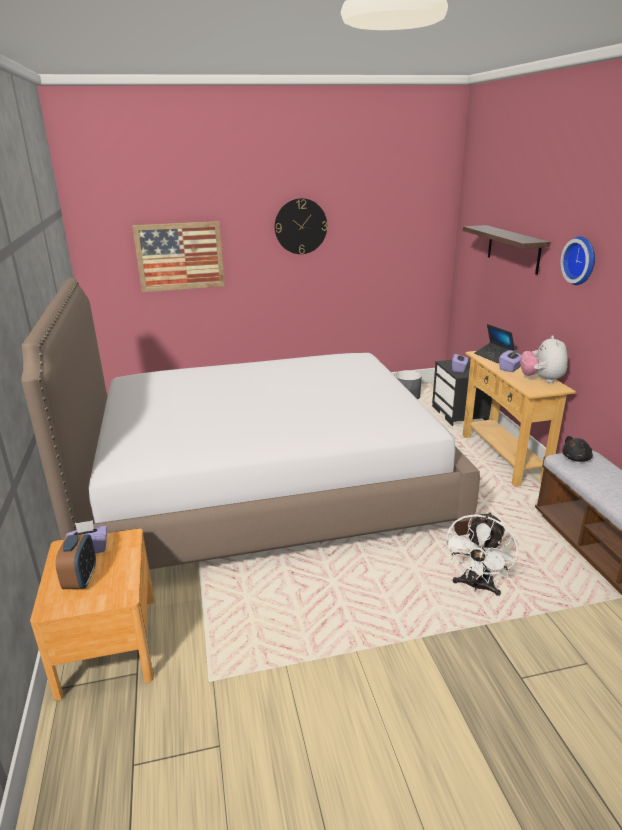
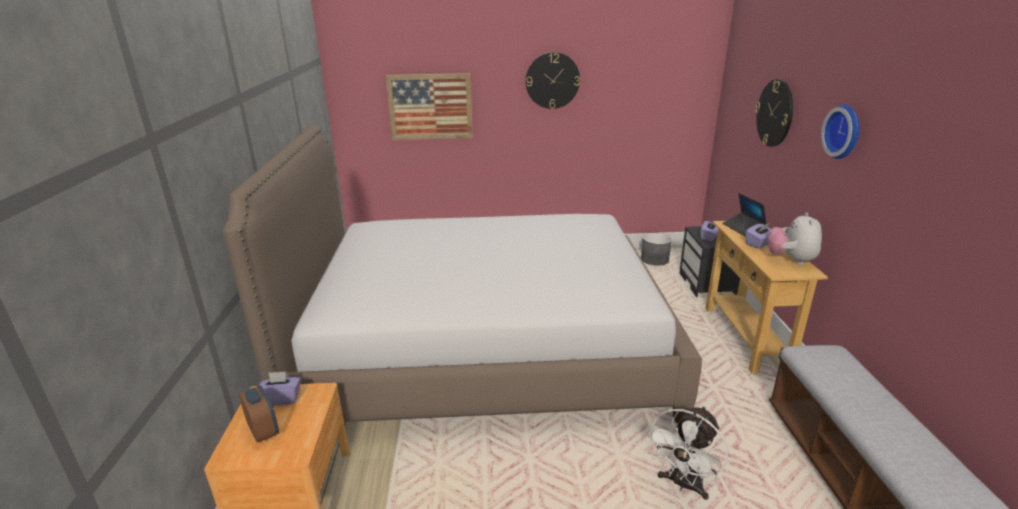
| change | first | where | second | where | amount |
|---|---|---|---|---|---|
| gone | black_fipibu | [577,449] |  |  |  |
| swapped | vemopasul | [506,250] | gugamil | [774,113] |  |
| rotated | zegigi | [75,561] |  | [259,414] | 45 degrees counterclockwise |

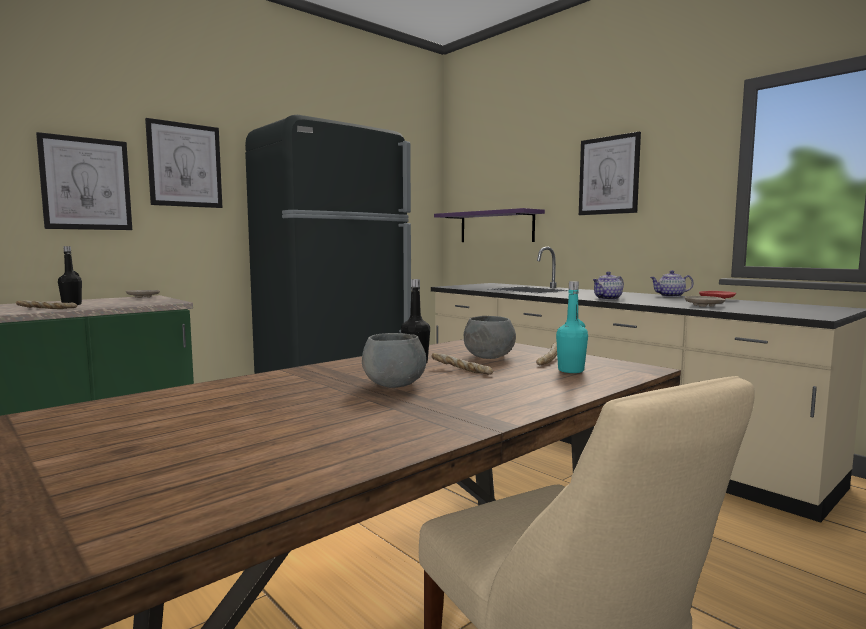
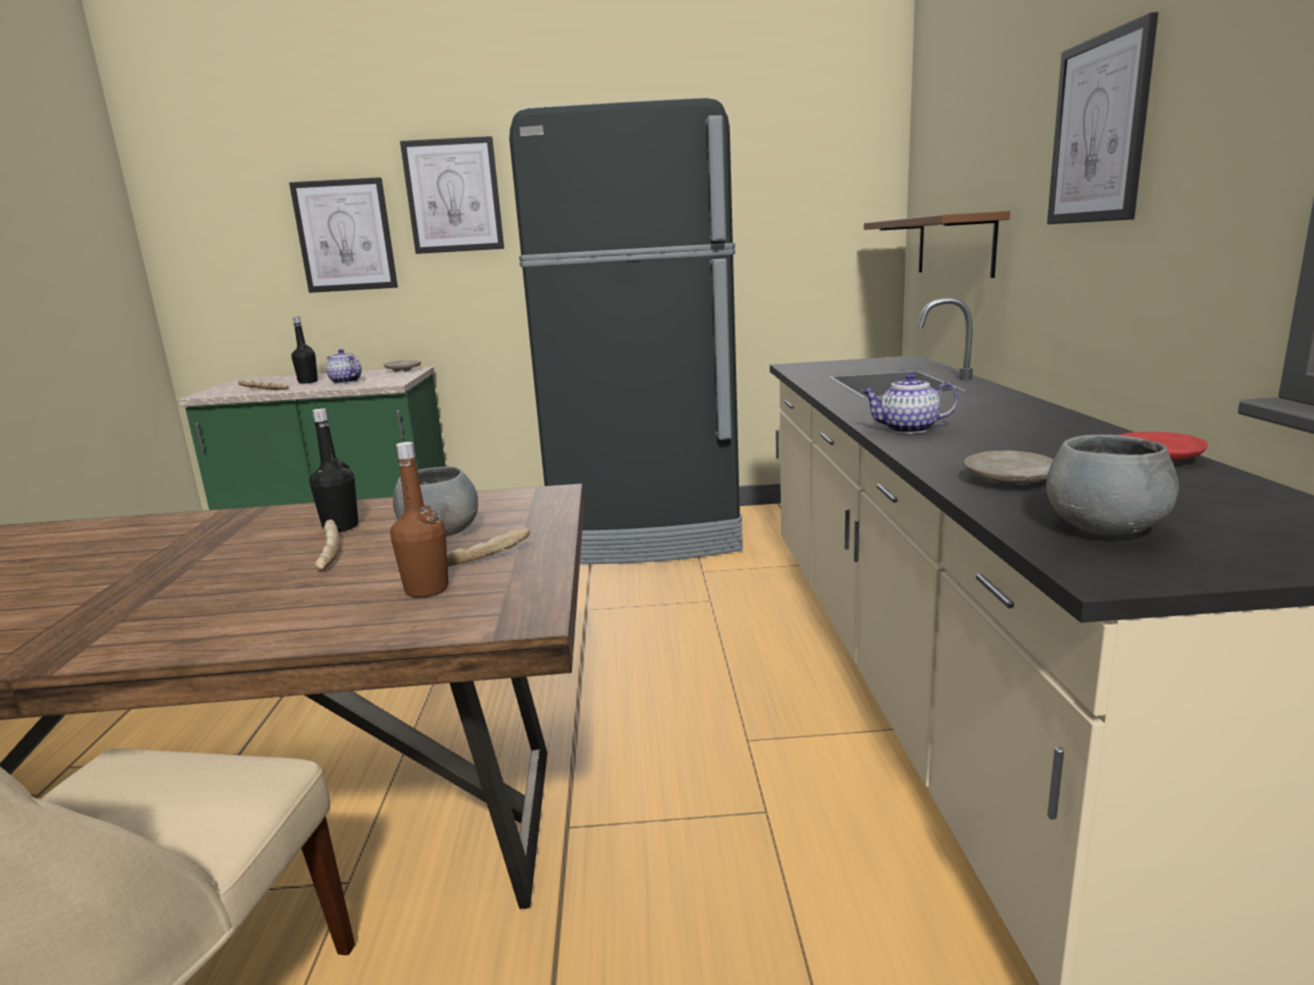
| change | first | where | second | where | amount |
|---|---|---|---|---|---|
| shifted | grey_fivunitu | [394,360] |  | [1112,485] |  |
| shifted | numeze | [672,283] |  | [344,366] |  |
| repainted | purple_vemopasul | [489,225] | brown_vemopasul | [937,244] |  |
| repainted | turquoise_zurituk | [572,327] | brown_zurituk | [419,520] |  |

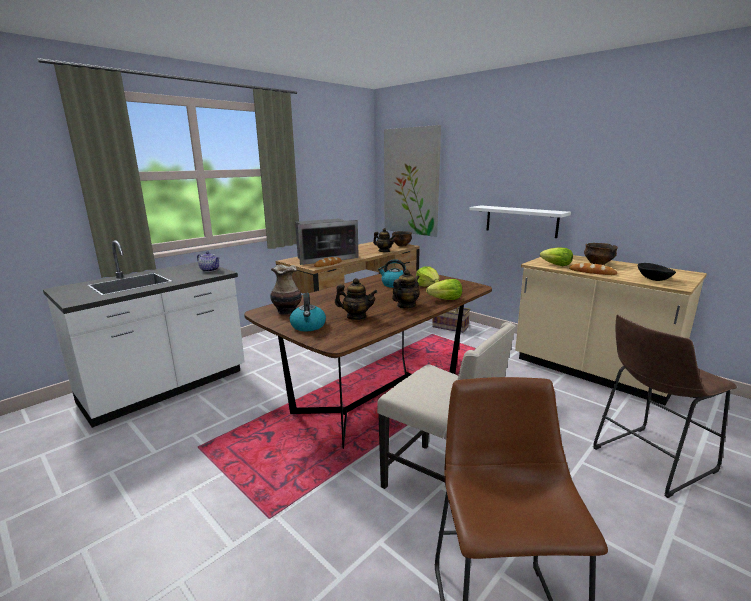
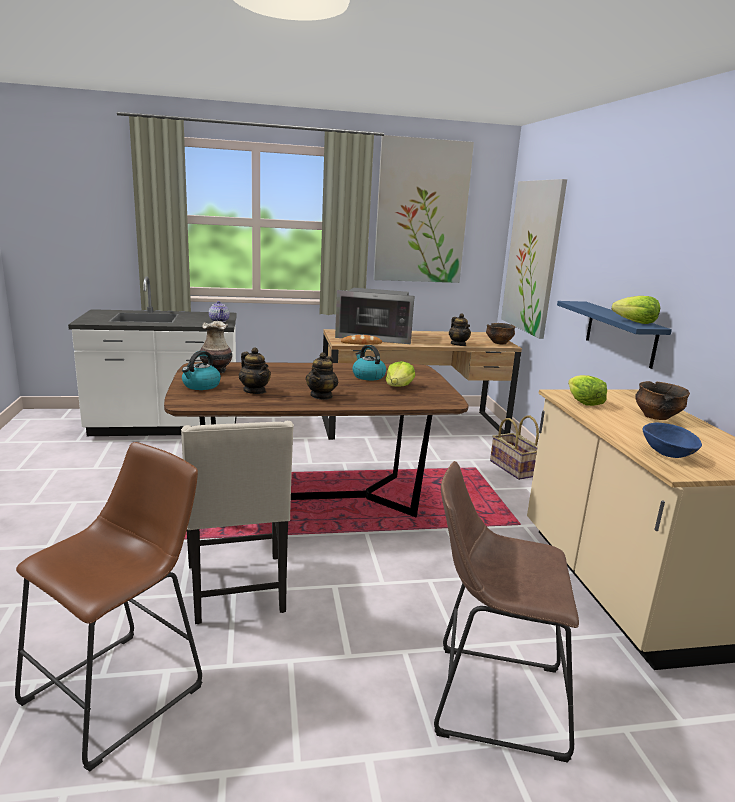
| change | first | where | second | where | amount |
|---|---|---|---|---|---|
| gone | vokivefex | [593,269] |  |  |  |
| new |  |  | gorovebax | [423,209] |  |
| shifted | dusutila | [444,289] |  | [636,310] |  |
| repainted | white_vemopasul | [520,221] | blue_vemopasul | [614,335] |  |
| repainted | black_fivunitu | [656,272] | blue_fivunitu | [672,440] |  |
| rotated | numeze | [406,288] |  | [322,376] | 120 degrees clockwise |

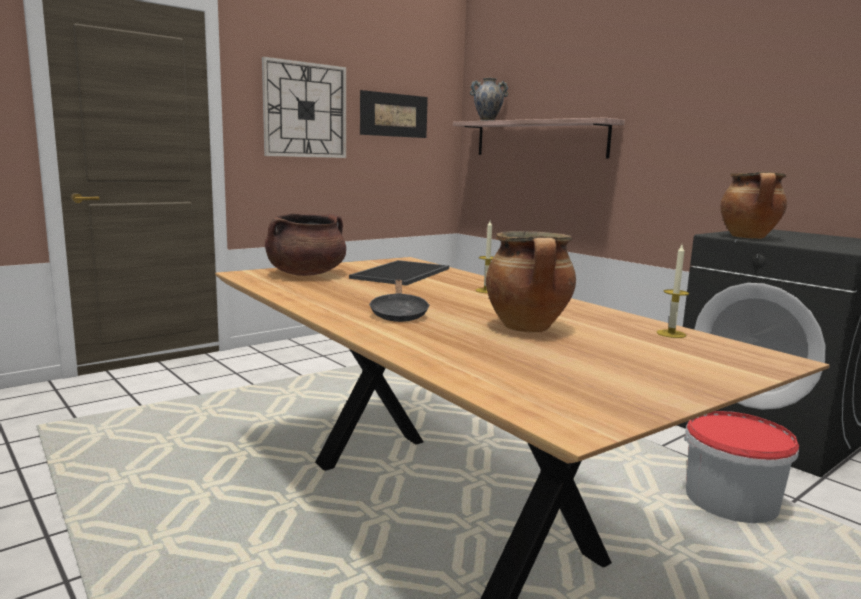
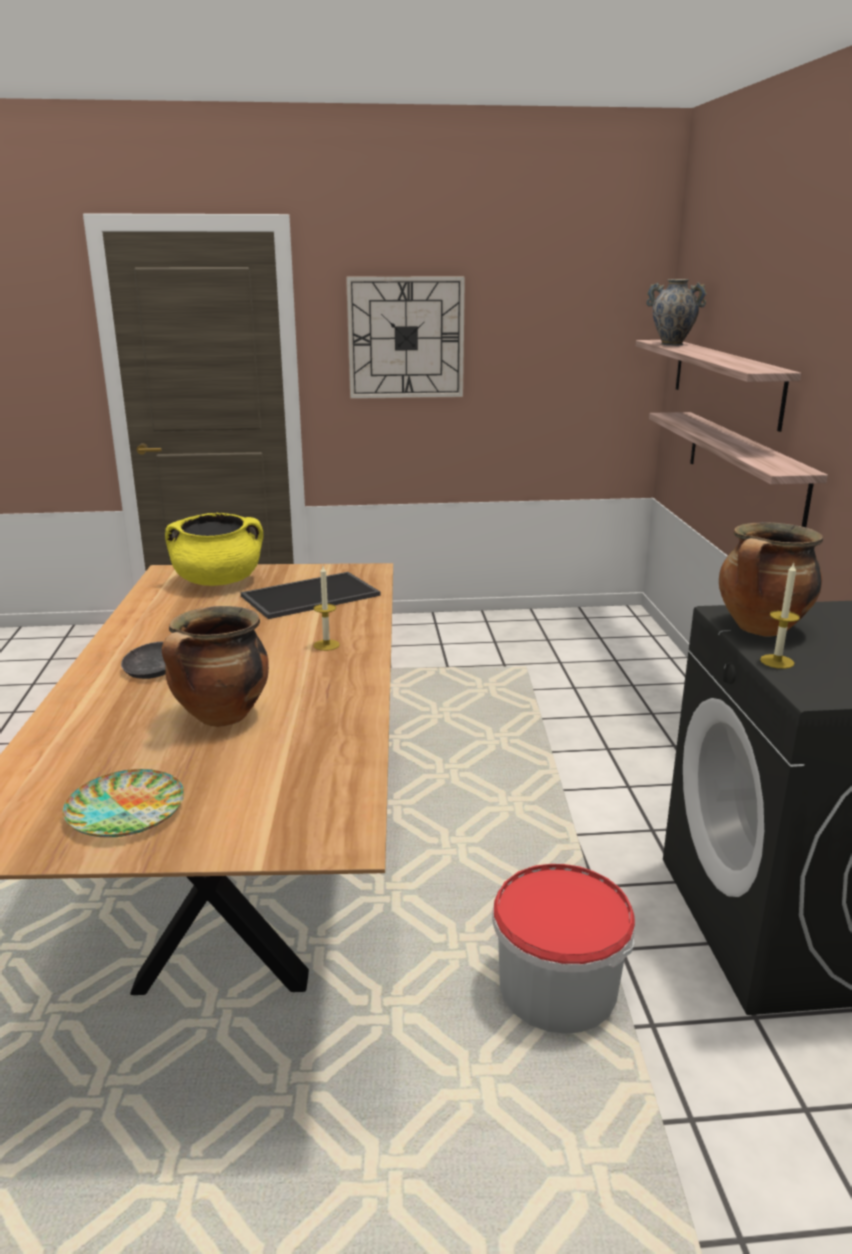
| change | first | where | second | where | amount |
|---|---|---|---|---|---|
| gone | gorovebax | [394,114] |  |  |  |
| new |  |  | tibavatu | [123,803] |  |
| new |  |  | vemopasul | [738,469] |  |
| shifted | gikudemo | [673,291] |  | [780,615] |  |
| repainted | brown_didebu | [305,245] | yellow_didebu | [214,549] |  |

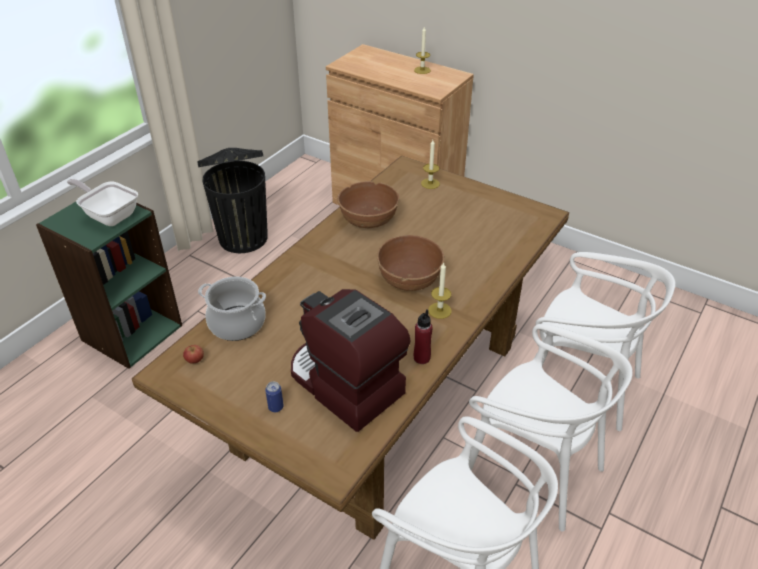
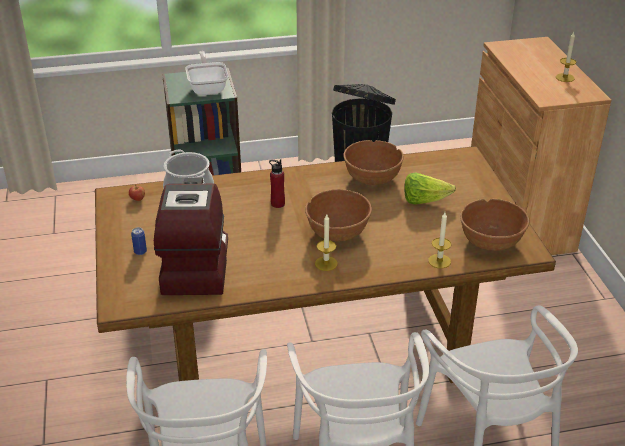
| change | first | where | second | where | amount |
|---|---|---|---|---|---|
| new |  |  | dusutila | [430,188] |  |
| new |  |  | brown_fivunitu | [495,225] |  |
| shifted | red_zurituk | [423,337] |  | [277,183] |  |
| shifted | gikudemo | [430,164] |  | [439,240] |  |

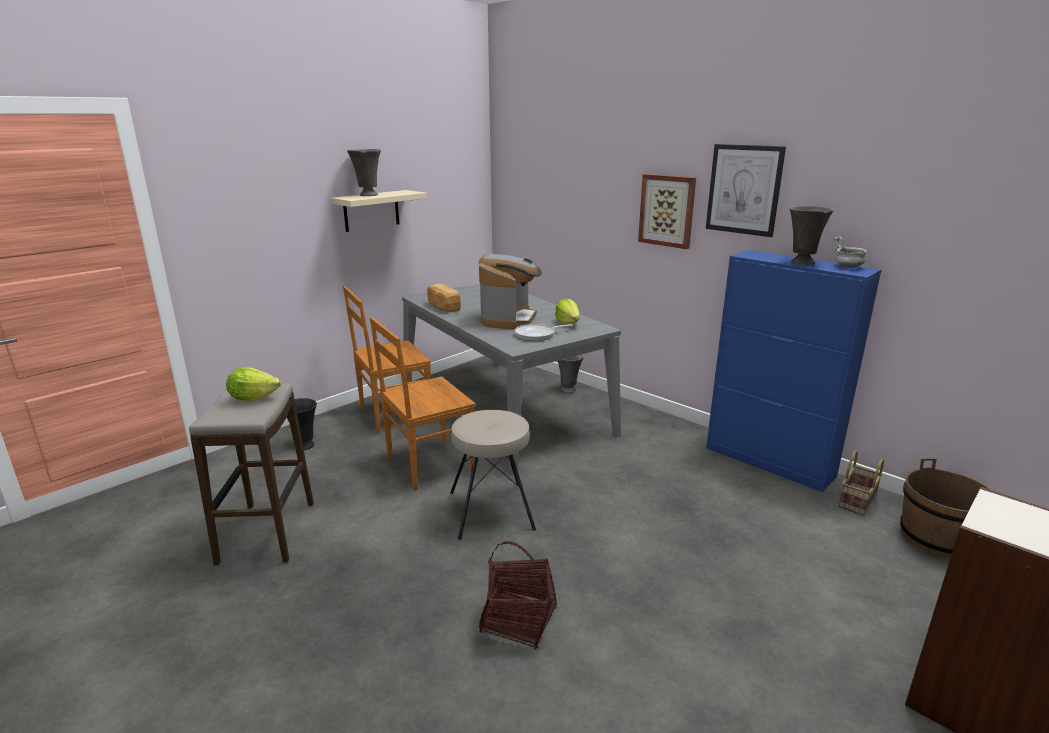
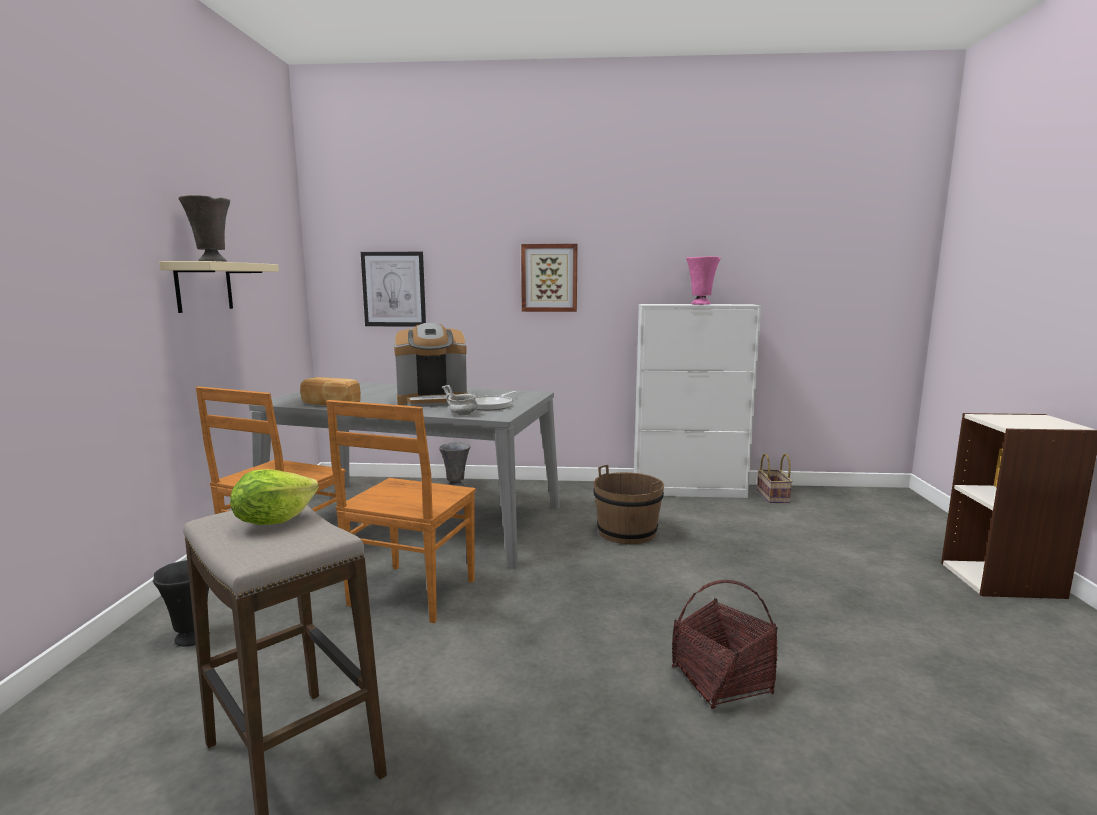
| change | first | where | second | where | amount |
|---|---|---|---|---|---|
| gone | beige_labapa | [493,475] |  |  |  |
| gone | dusutila | [567,311] |  |  |  |
| shifted | gorovebax | [746,190] |  | [393,289] |  |
| shifted | grey_fivunitu | [850,252] |  | [460,400] |  |
| shifted | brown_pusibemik | [946,508] |  | [628,504] |  |
| repainted | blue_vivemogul | [793,371] | white_vivemogul | [697,401] |  |
| repainted | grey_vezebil | [811,235] | pink_vezebil | [703,280] |  |
| rotated | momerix | [510,291] |  | [431,365] | 105 degrees clockwise |

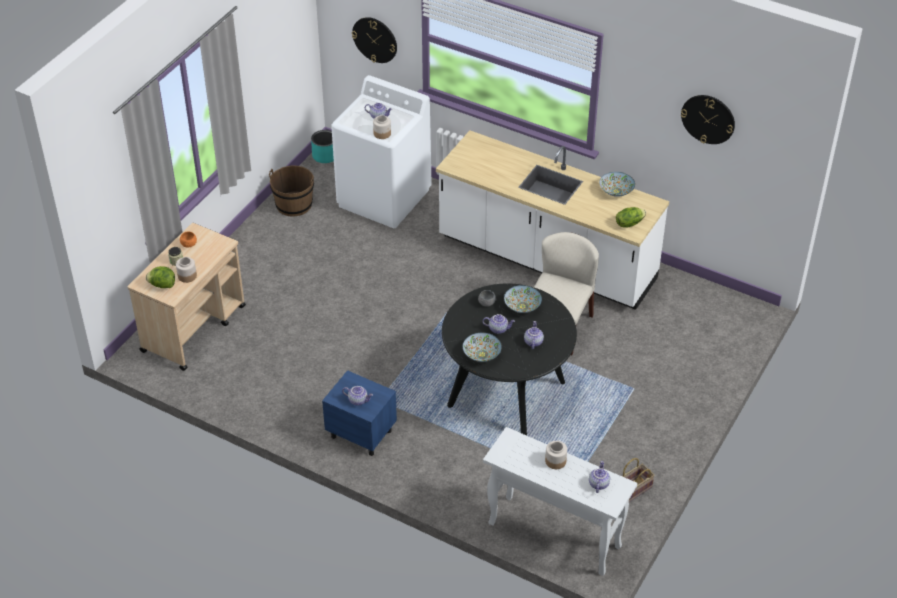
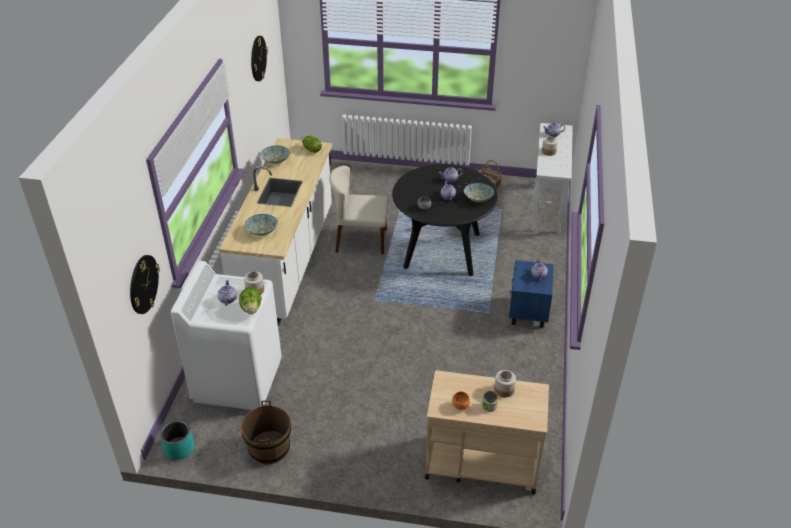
| change | first | where | second | where | amount |
|---|---|---|---|---|---|
| shifted | dusutila | [160,277] |  | [250,300] |  |
| shifted | fivunitu | [523,299] |  | [261,225] |  |

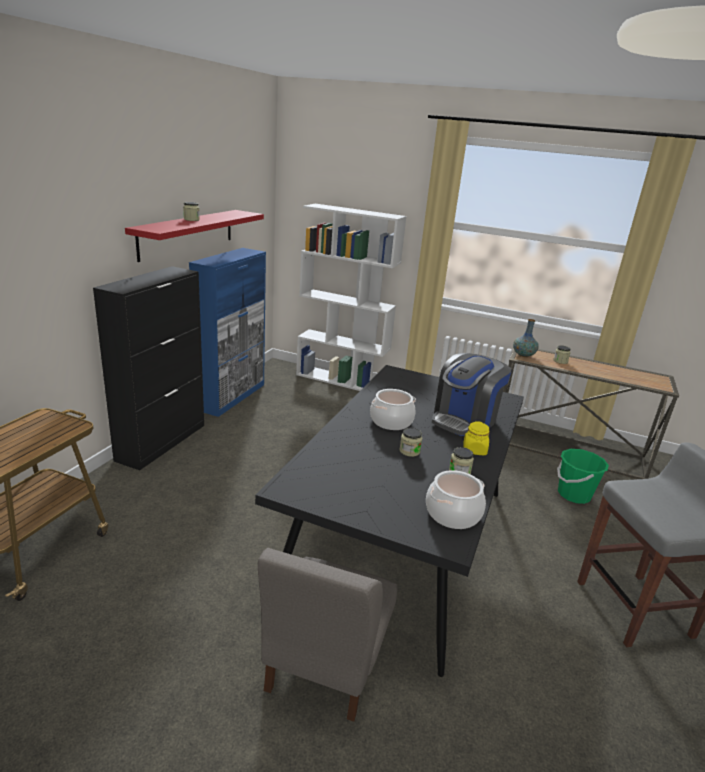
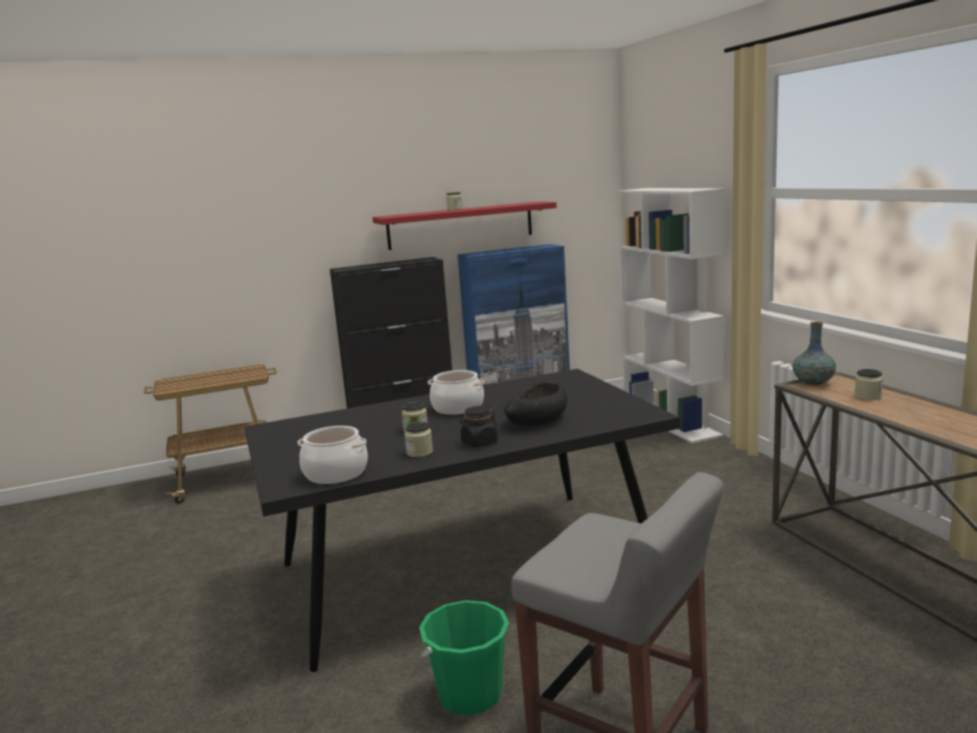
| change | first | where | second | where | amount |
|---|---|---|---|---|---|
| gone | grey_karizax | [327,635] |  |  |  |
| shifted | green_pusibemik | [583,476] |  | [464,657] |  |
| swapped | momerix | [472,394] | black_fivunitu | [535,403] |  |
| repainted | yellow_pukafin | [476,438] | black_pukafin | [478,426] |  |

